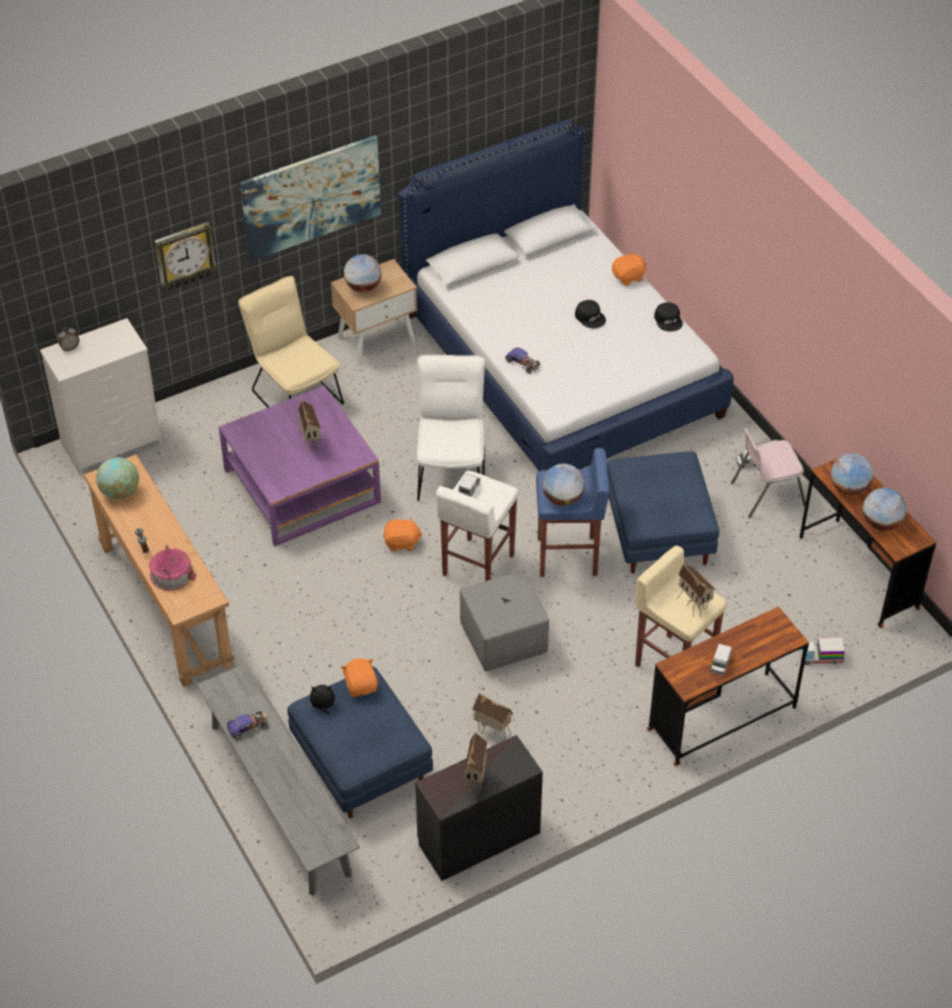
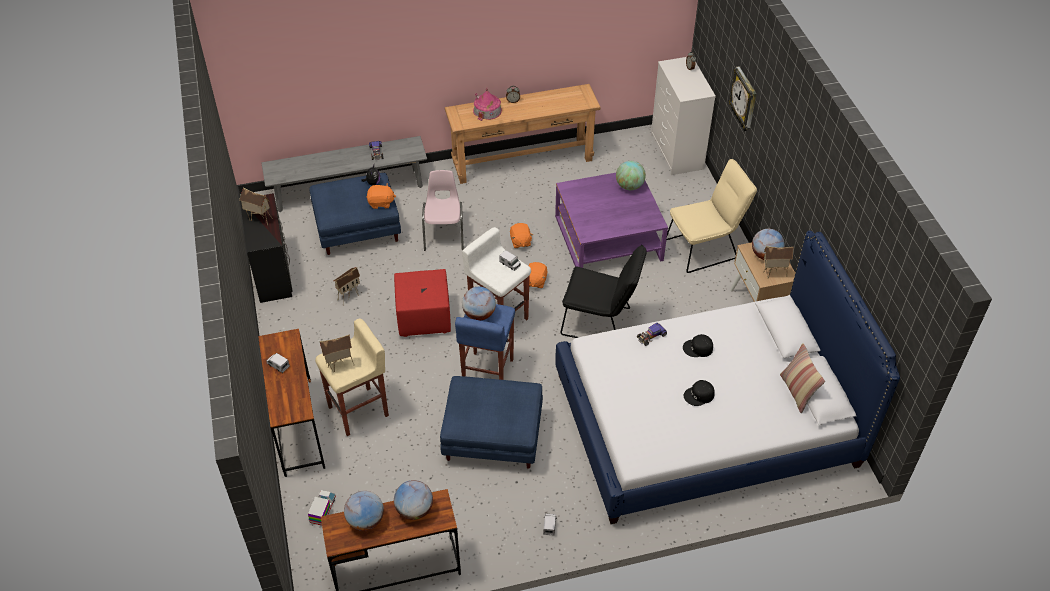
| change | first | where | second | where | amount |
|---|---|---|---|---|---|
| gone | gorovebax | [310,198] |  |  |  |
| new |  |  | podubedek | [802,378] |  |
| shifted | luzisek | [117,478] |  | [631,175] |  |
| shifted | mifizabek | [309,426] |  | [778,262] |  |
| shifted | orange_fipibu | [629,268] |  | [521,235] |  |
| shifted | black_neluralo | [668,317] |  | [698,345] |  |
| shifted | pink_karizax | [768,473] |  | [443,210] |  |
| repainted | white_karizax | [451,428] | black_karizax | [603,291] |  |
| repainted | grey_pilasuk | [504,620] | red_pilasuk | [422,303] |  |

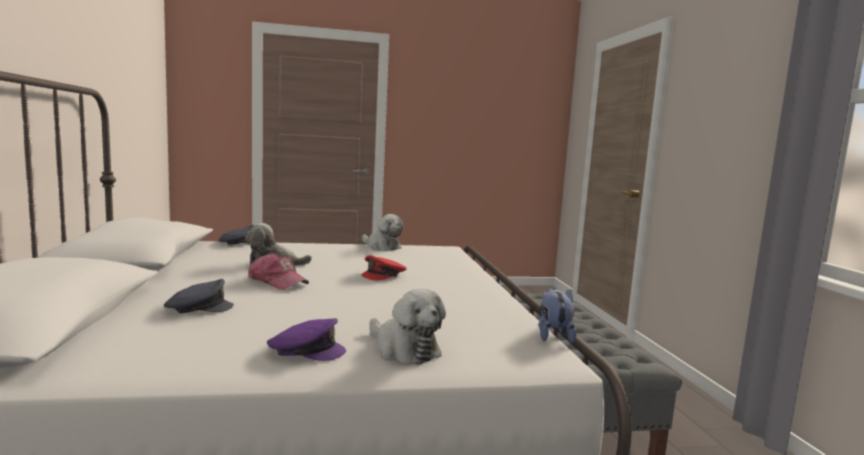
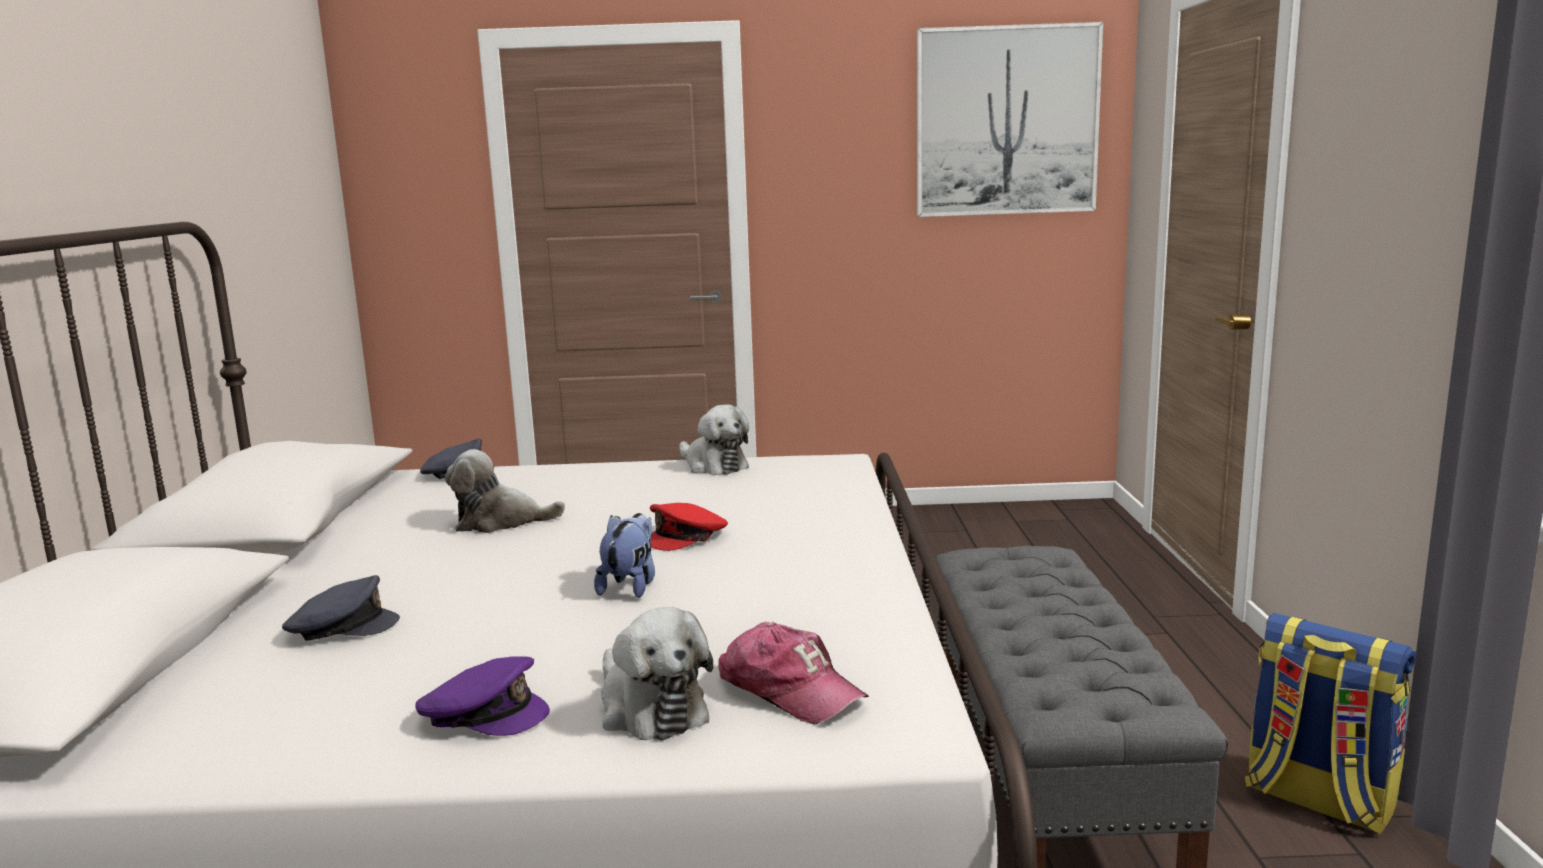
| change | first | where | second | where | amount |
|---|---|---|---|---|---|
| new |  |  | gorovebax | [1010,119] |  |
| new |  |  | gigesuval | [1330,723] |  |
| shifted | neluralo | [279,271] |  | [793,673] |  |
| shifted | fipibu | [557,315] |  | [624,555] |  |

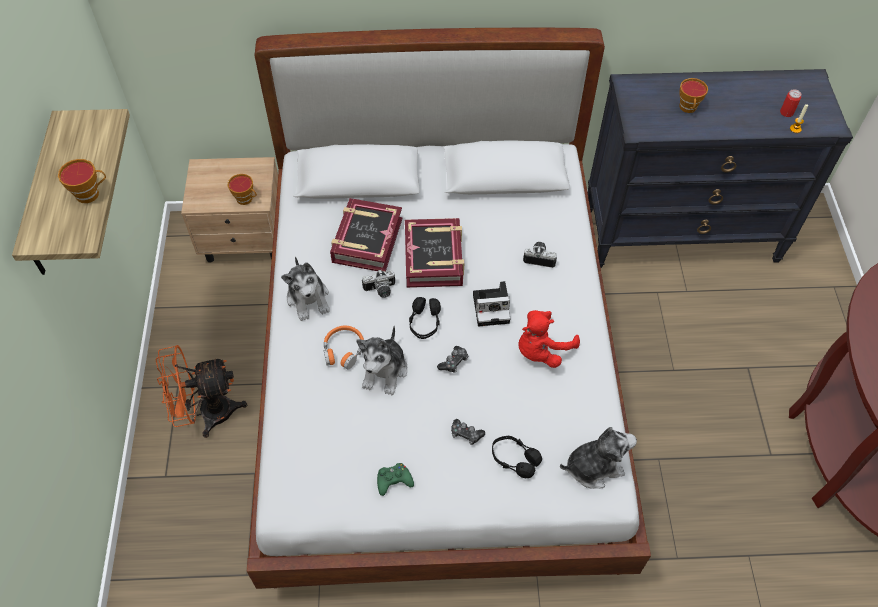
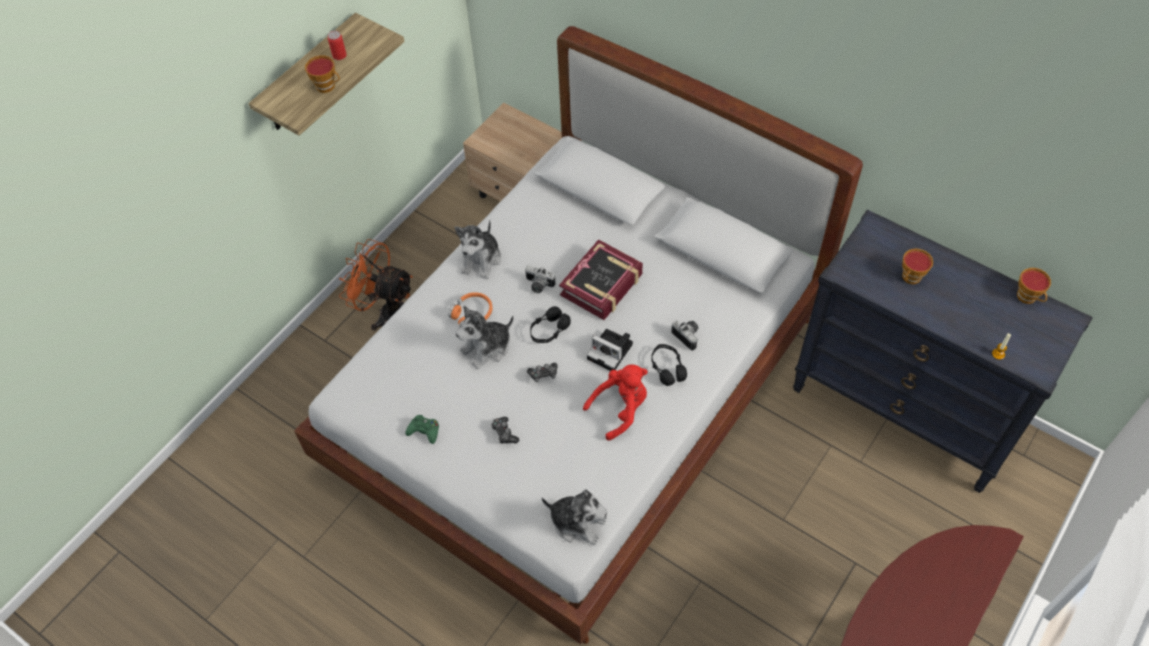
| change | first | where | second | where | amount |
|---|---|---|---|---|---|
| gone | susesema | [366,235] |  |  |  |
| shifted | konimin | [242,189] |  | [1034,286] |  |
| shifted | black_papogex | [517,457] |  | [669,365] |  |
| shifted | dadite | [790,103] |  | [337,45] |  |
| rotated | red_fipibu | [549,339] |  | [615,402] | 150 degrees clockwise |

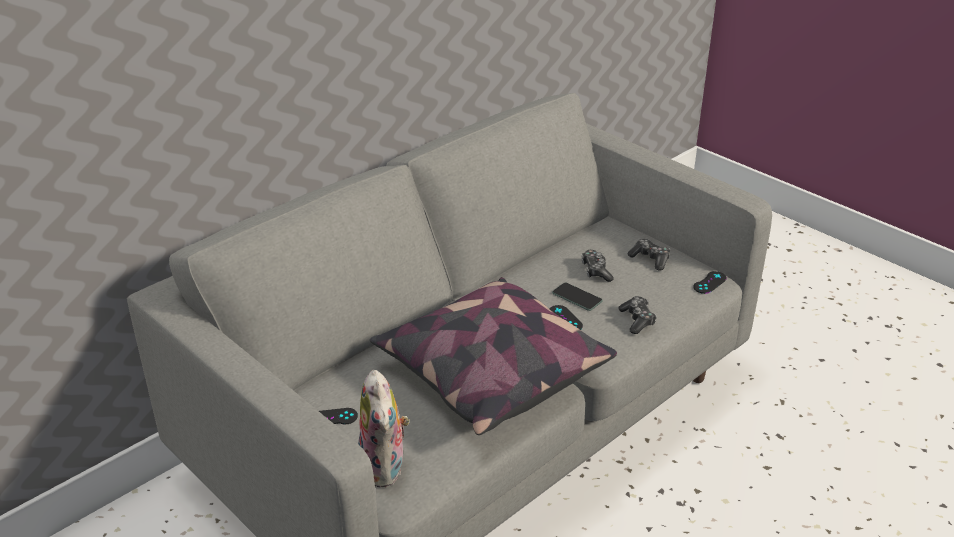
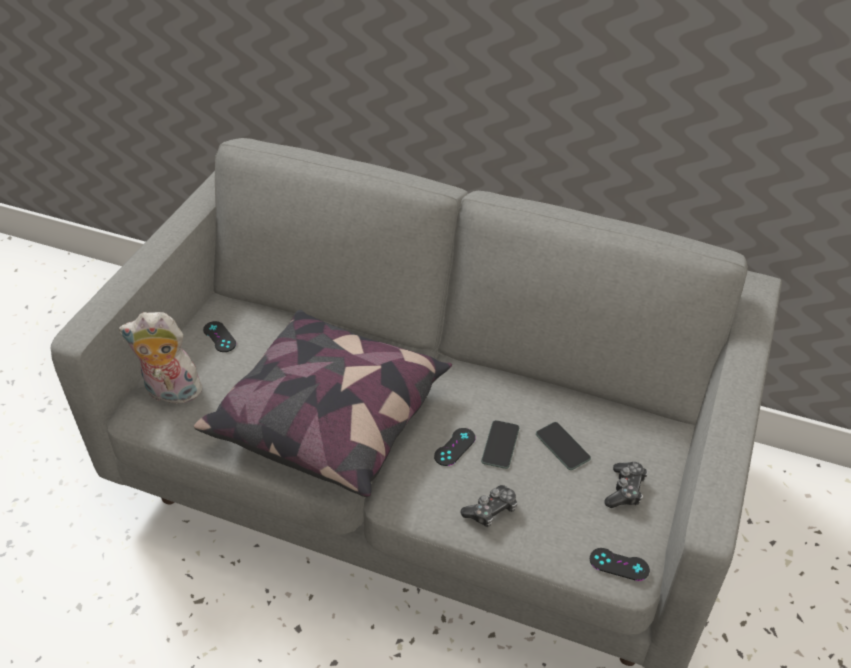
| change | first | where | second | where | amount |
|---|---|---|---|---|---|
| swapped | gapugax | [597,266] | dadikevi | [563,446] |  |
| rotated | fipibu | [384,428] |  | [163,360] | 45 degrees clockwise |

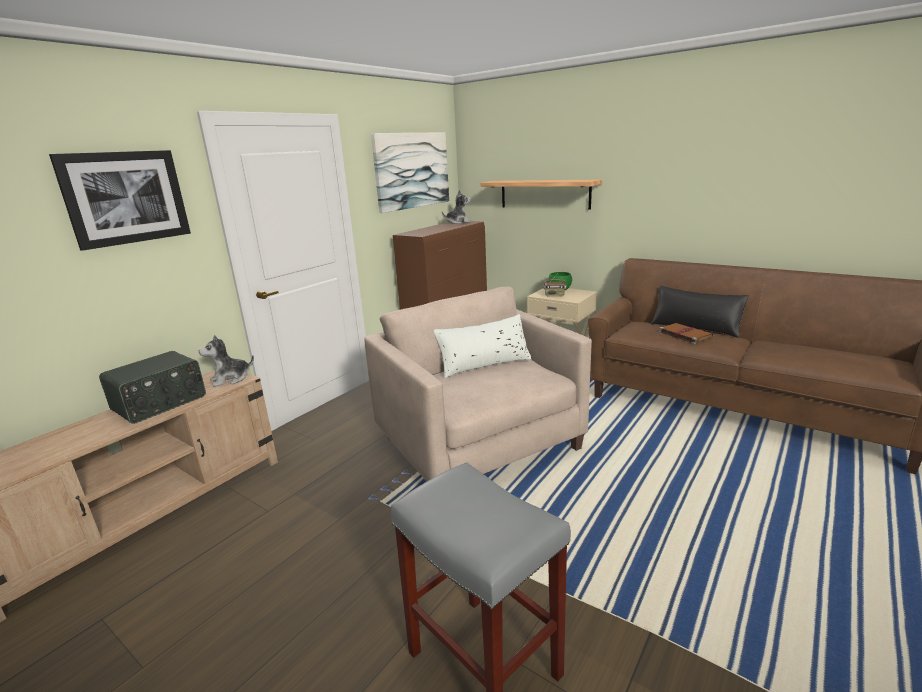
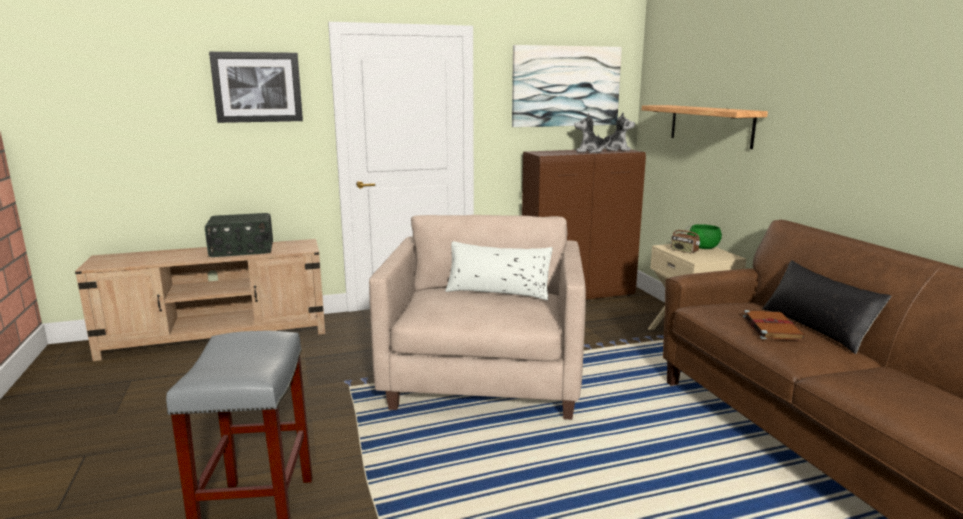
| change | first | where | second | where | amount |
|---|---|---|---|---|---|
| shifted | fipibu | [226,361] |  | [593,133] |  |

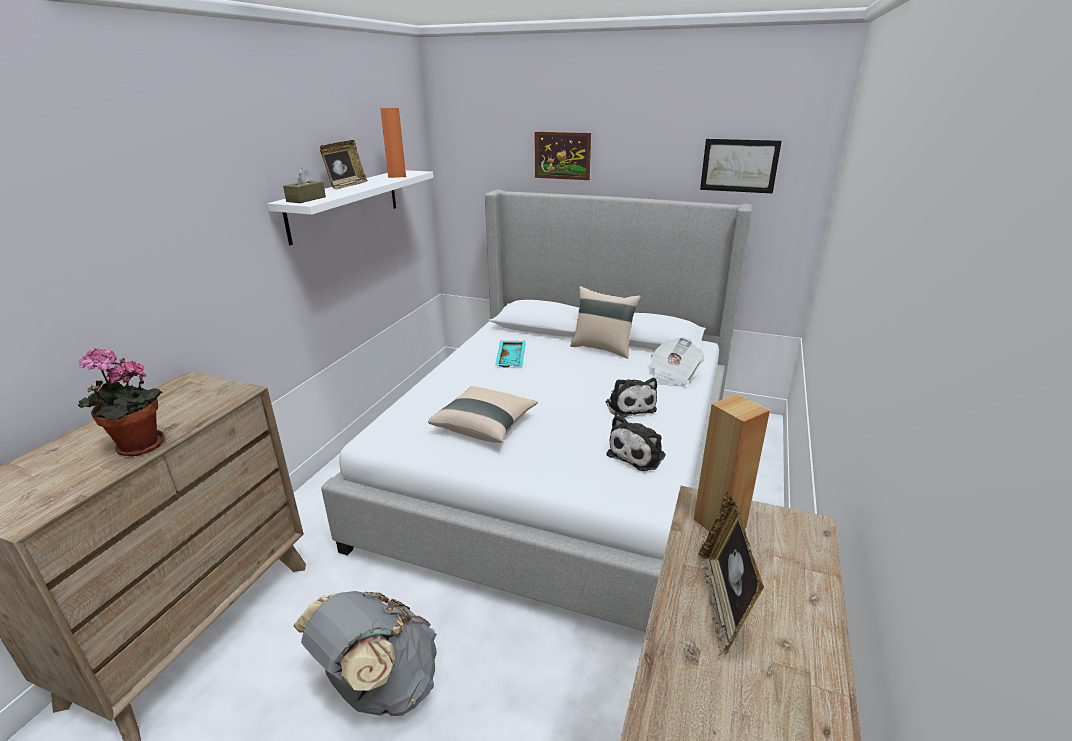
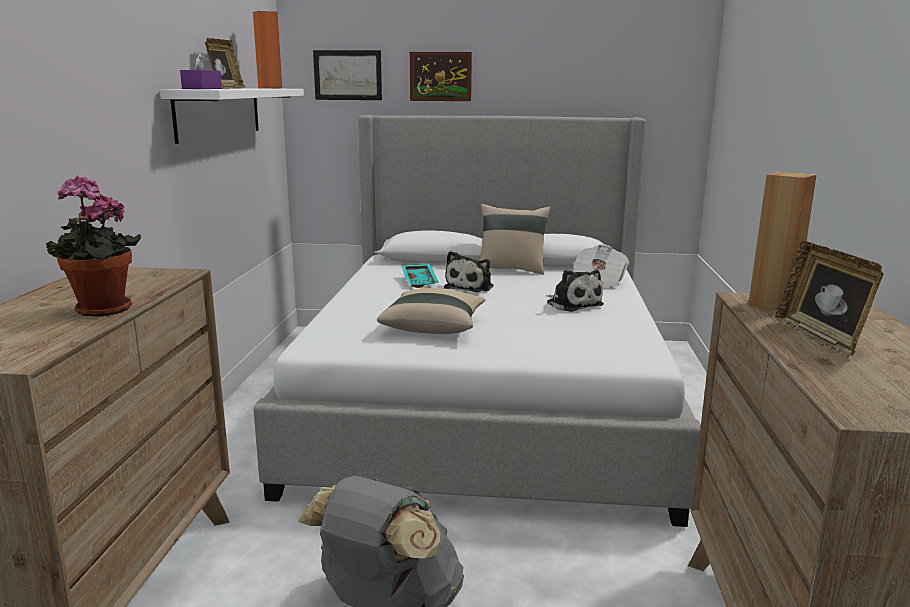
| change | first | where | second | where | amount |
|---|---|---|---|---|---|
| shifted | fipibu | [636,443] |  | [469,271] |  |
| shifted | gorovebax | [741,166] |  | [347,75] |  |
| repainted | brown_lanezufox | [304,185] | purple_lanezufox | [201,70] |  |

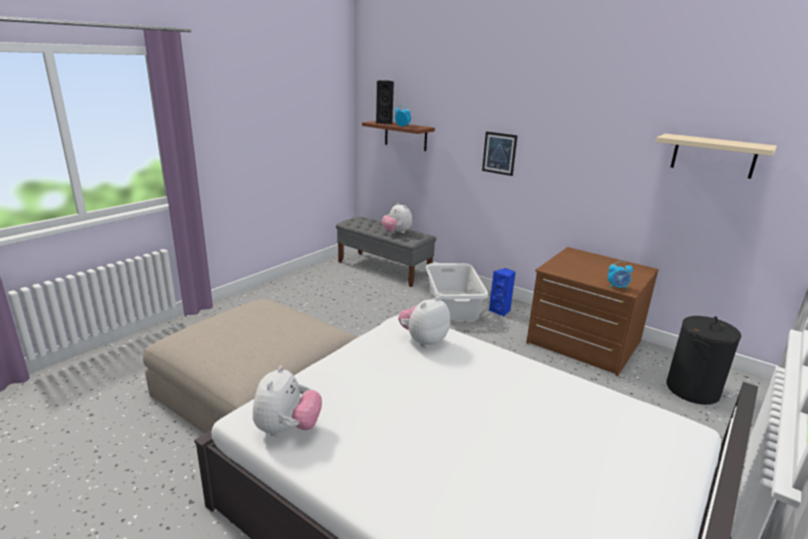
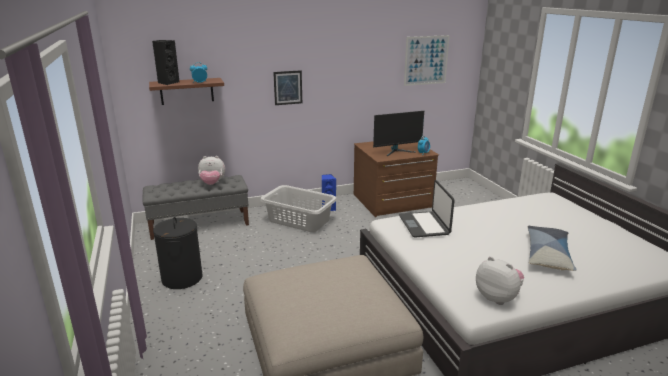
| change | first | where | second | where | amount |
|---|---|---|---|---|---|
| new |  |  | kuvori | [398,133] |  |
| new |  |  | podubedek | [552,248] |  |
| shifted | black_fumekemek | [703,360] |  | [177,253] |  |
| swapped | fipibu | [424,322] | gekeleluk | [427,208] |  |
| swapped | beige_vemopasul | [716,156] | gorovebax | [427,60] |  |

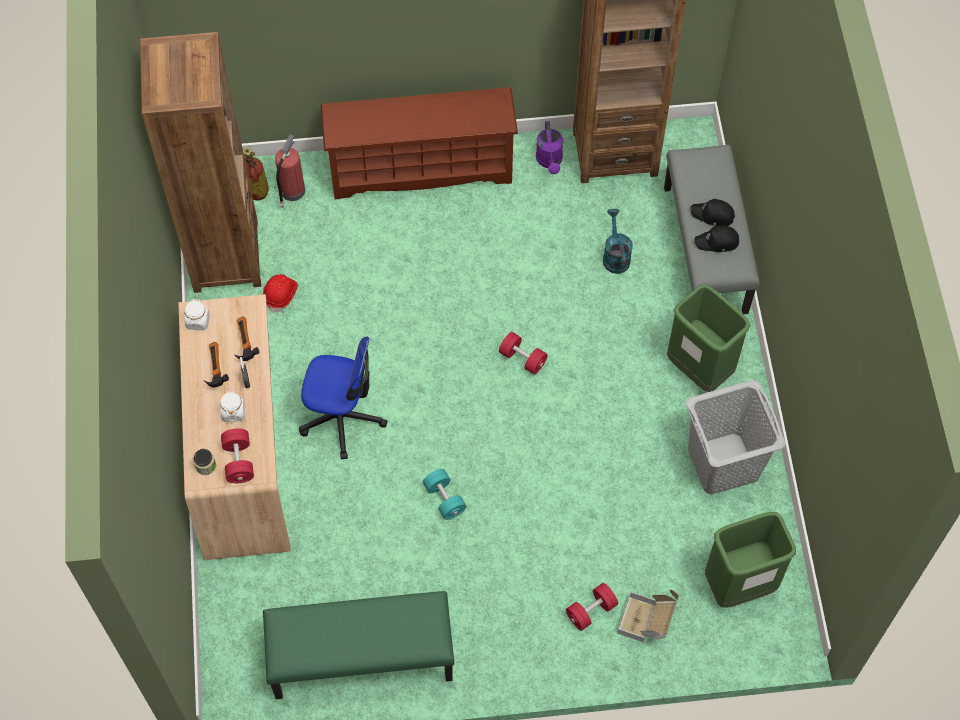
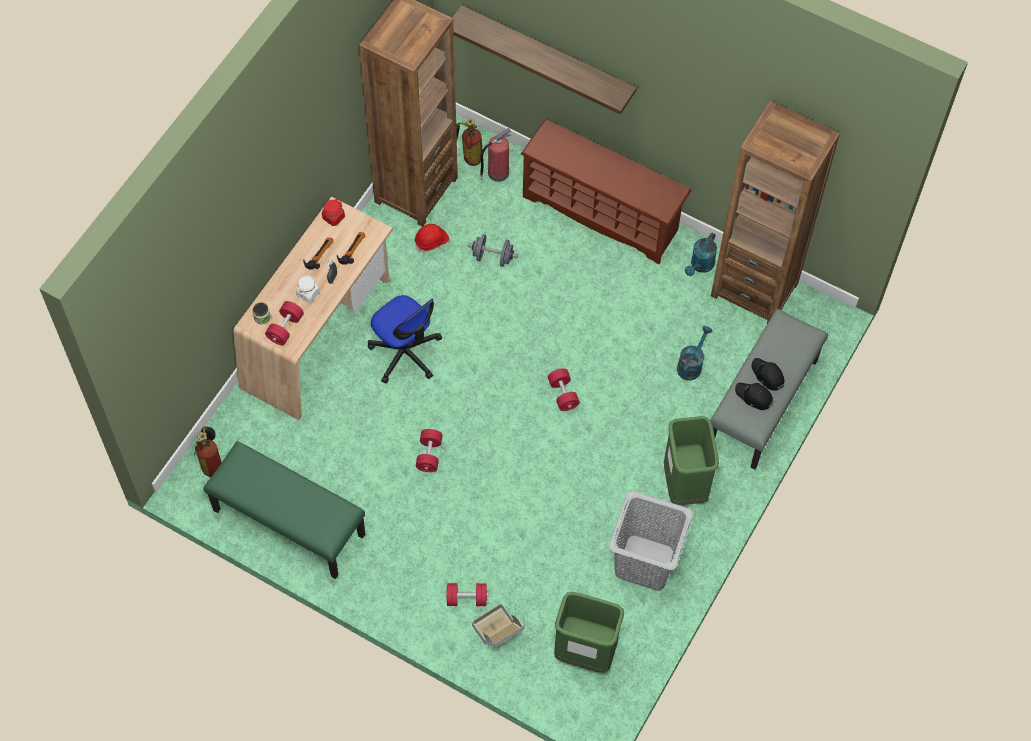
| change | first | where | second | where | amount |
|---|---|---|---|---|---|
| new |  |  | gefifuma | [208,451] |  |
| new |  |  | vemopasul | [544,59] |  |
| new |  |  | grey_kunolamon | [493,250] |  |
| repainted | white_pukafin | [197,314] | red_pukafin | [333,212] |  |
| repainted | turquoise_kunolamon | [444,494] | red_kunolamon | [429,450] |  |
| repainted | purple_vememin | [549,147] | turquoise_vememin | [701,254] |  |

